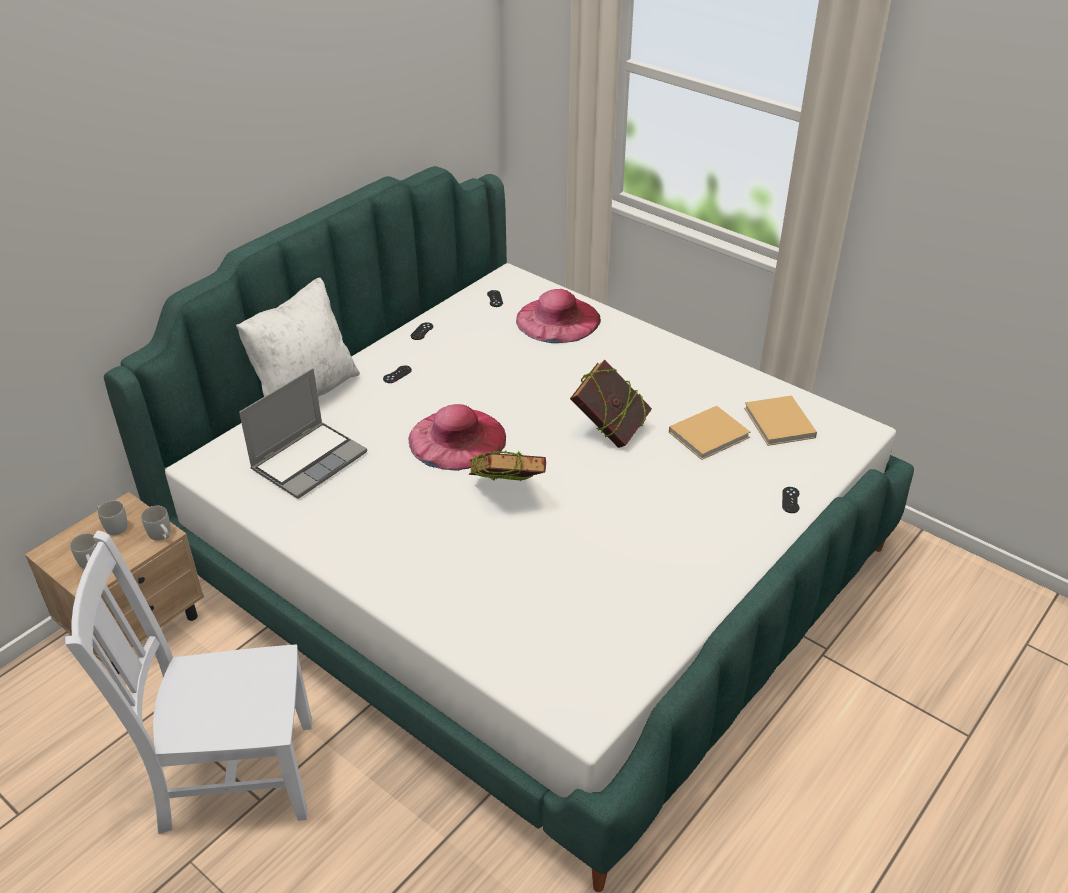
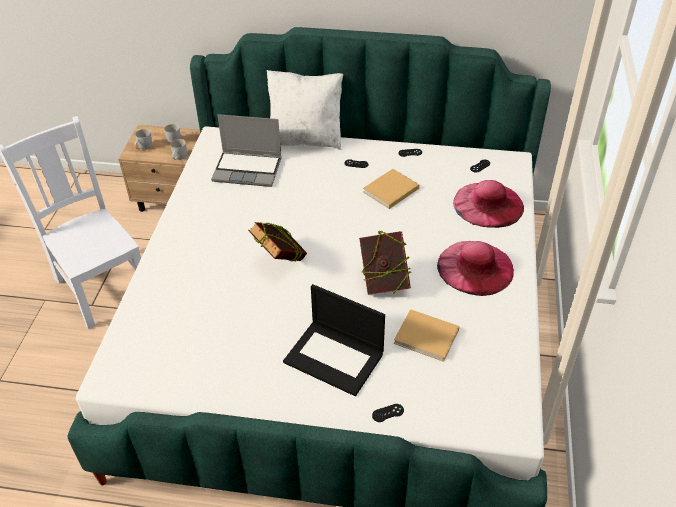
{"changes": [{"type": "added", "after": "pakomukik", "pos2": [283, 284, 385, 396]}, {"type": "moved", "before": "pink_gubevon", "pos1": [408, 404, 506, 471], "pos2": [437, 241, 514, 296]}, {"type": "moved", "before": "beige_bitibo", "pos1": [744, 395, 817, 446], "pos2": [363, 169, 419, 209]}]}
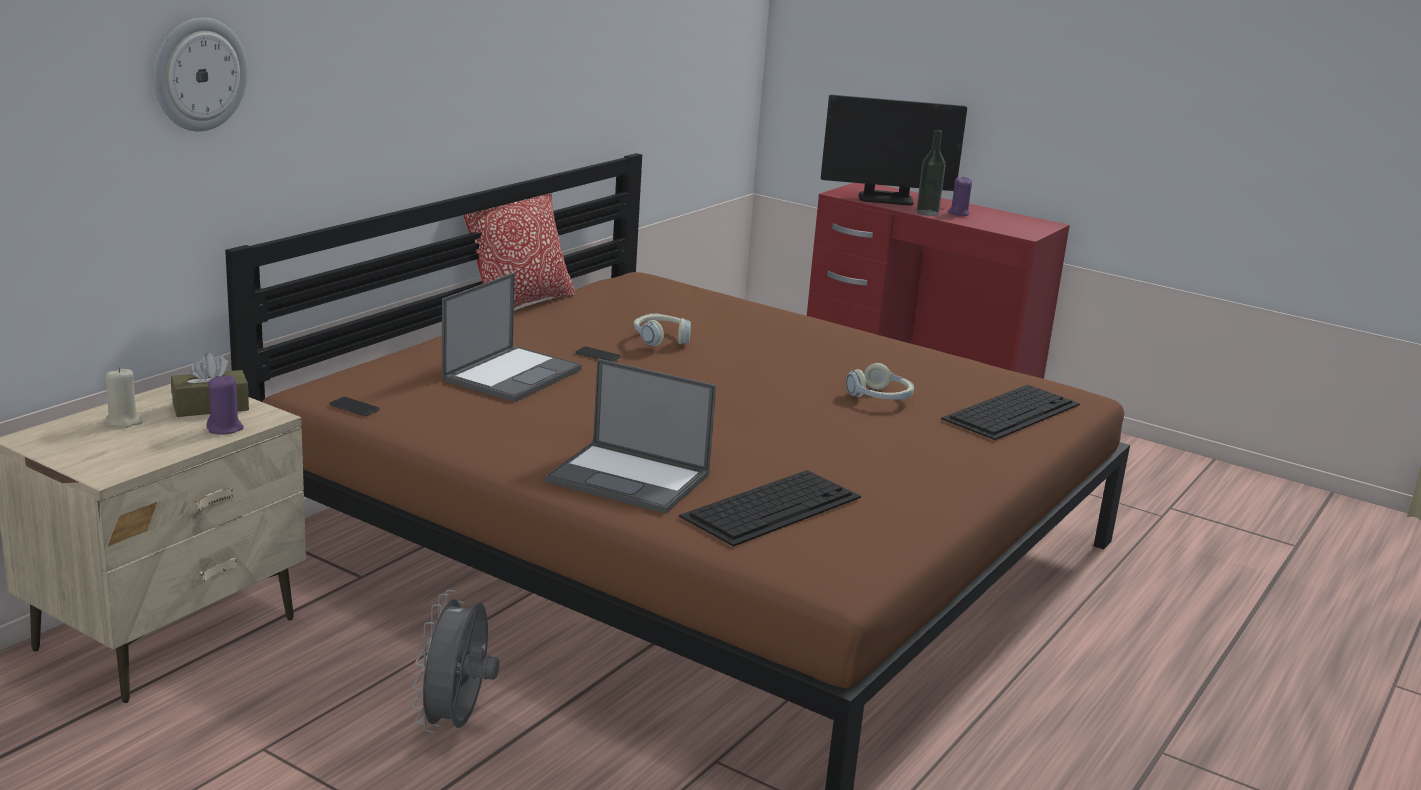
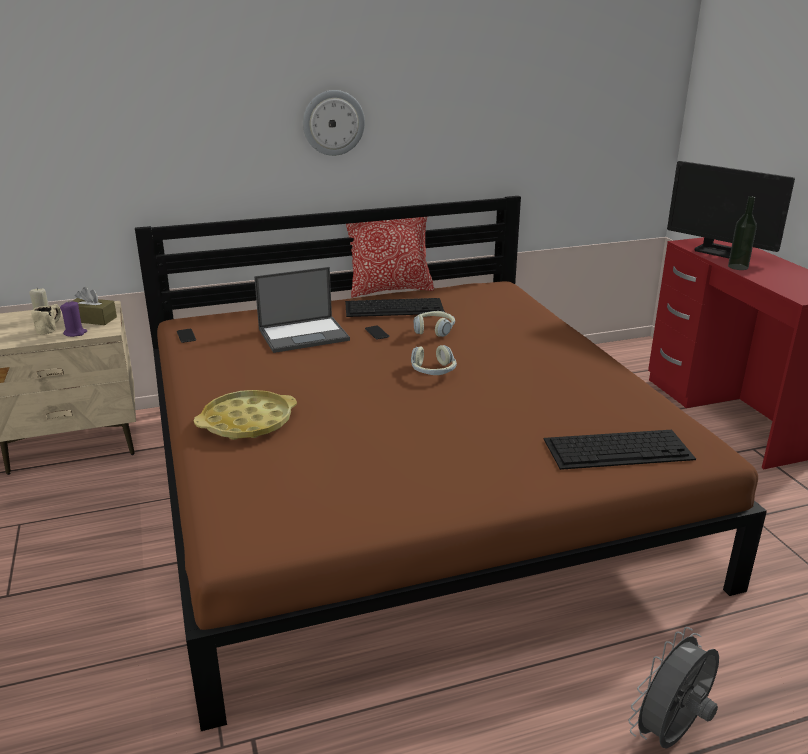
{"changes": [{"type": "removed", "before": "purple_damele", "pos1": [948, 177, 972, 216]}, {"type": "added", "after": "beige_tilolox", "pos2": [31, 304, 61, 335]}, {"type": "moved", "before": "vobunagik", "pos1": [153, 17, 248, 131], "pos2": [303, 90, 365, 156]}, {"type": "moved", "before": "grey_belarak", "pos1": [413, 590, 500, 733], "pos2": [628, 627, 719, 749]}, {"type": "moved", "before": "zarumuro", "pos1": [679, 470, 861, 547], "pos2": [345, 298, 445, 317]}, {"type": "moved", "before": "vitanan", "pos1": [846, 363, 914, 399], "pos2": [411, 345, 457, 375]}, {"type": "replaced", "before": "pakomukik", "after": "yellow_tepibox", "pos1": [545, 359, 716, 514], "pos2": [194, 390, 297, 440]}]}
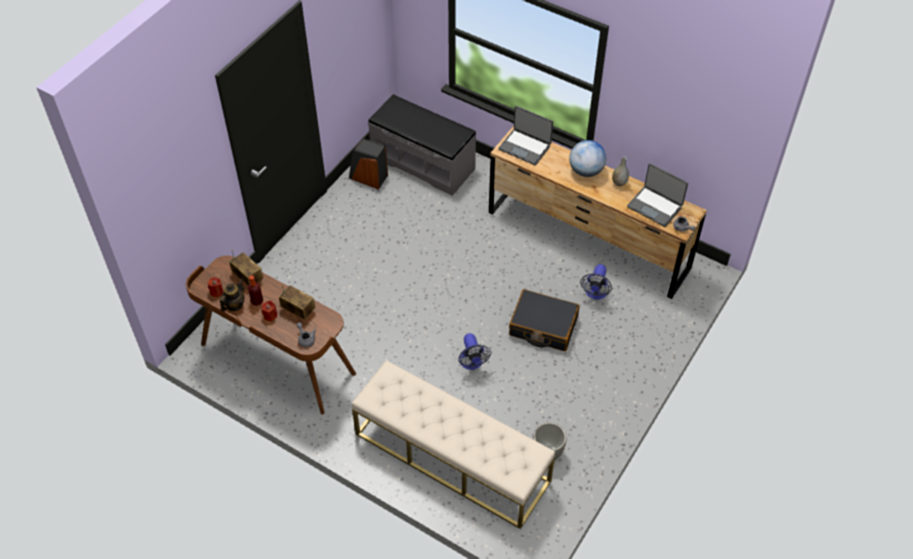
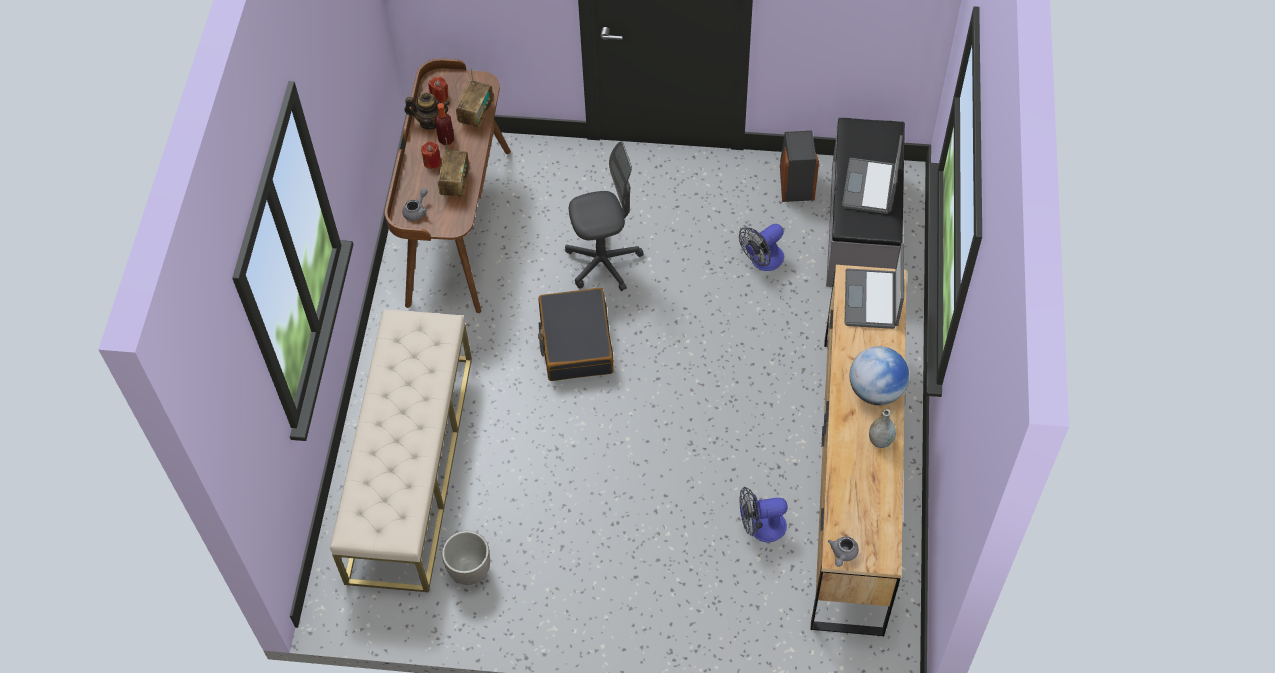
{"changes": [{"type": "added", "after": "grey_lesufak", "pos2": [565, 141, 643, 291]}, {"type": "moved", "before": "belarak", "pos1": [458, 333, 491, 370], "pos2": [739, 224, 784, 271]}, {"type": "moved", "before": "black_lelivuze", "pos1": [509, 289, 580, 351], "pos2": [538, 288, 613, 381]}, {"type": "moved", "before": "pakomukik", "pos1": [627, 163, 688, 227], "pos2": [842, 135, 903, 214]}]}
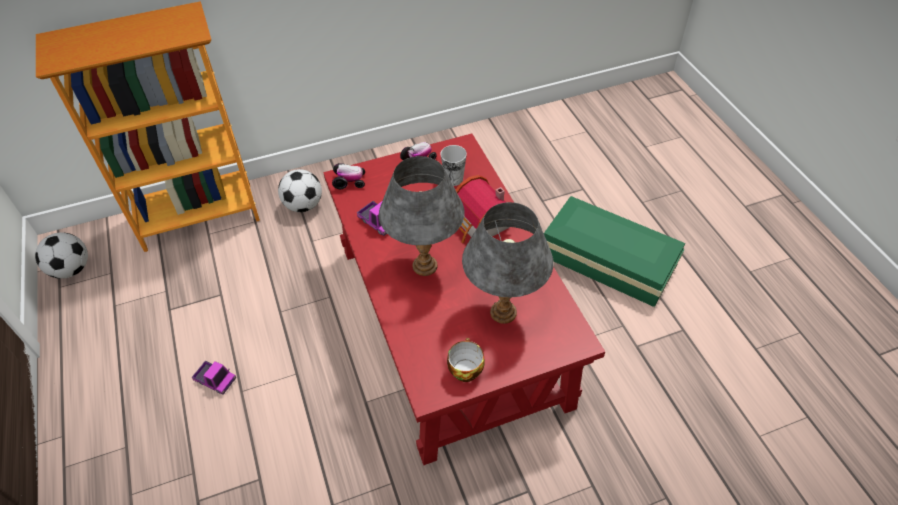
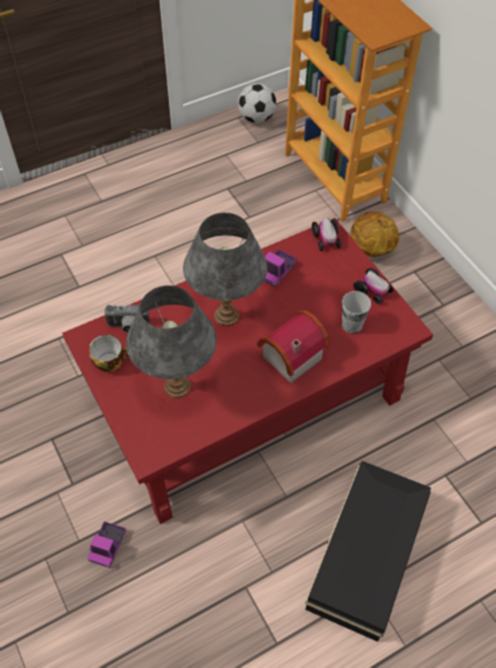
{"changes": [{"type": "added", "after": "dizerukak", "pos2": [104, 305, 150, 333]}, {"type": "moved", "before": "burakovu", "pos1": [192, 361, 236, 394], "pos2": [87, 521, 126, 568]}, {"type": "replaced", "before": "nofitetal", "after": "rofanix", "pos1": [278, 169, 322, 212], "pos2": [350, 211, 399, 257]}, {"type": "recoloured", "before": "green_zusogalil", "after": "black_zusogalil", "pos1": [544, 196, 685, 307], "pos2": [305, 461, 431, 642]}]}
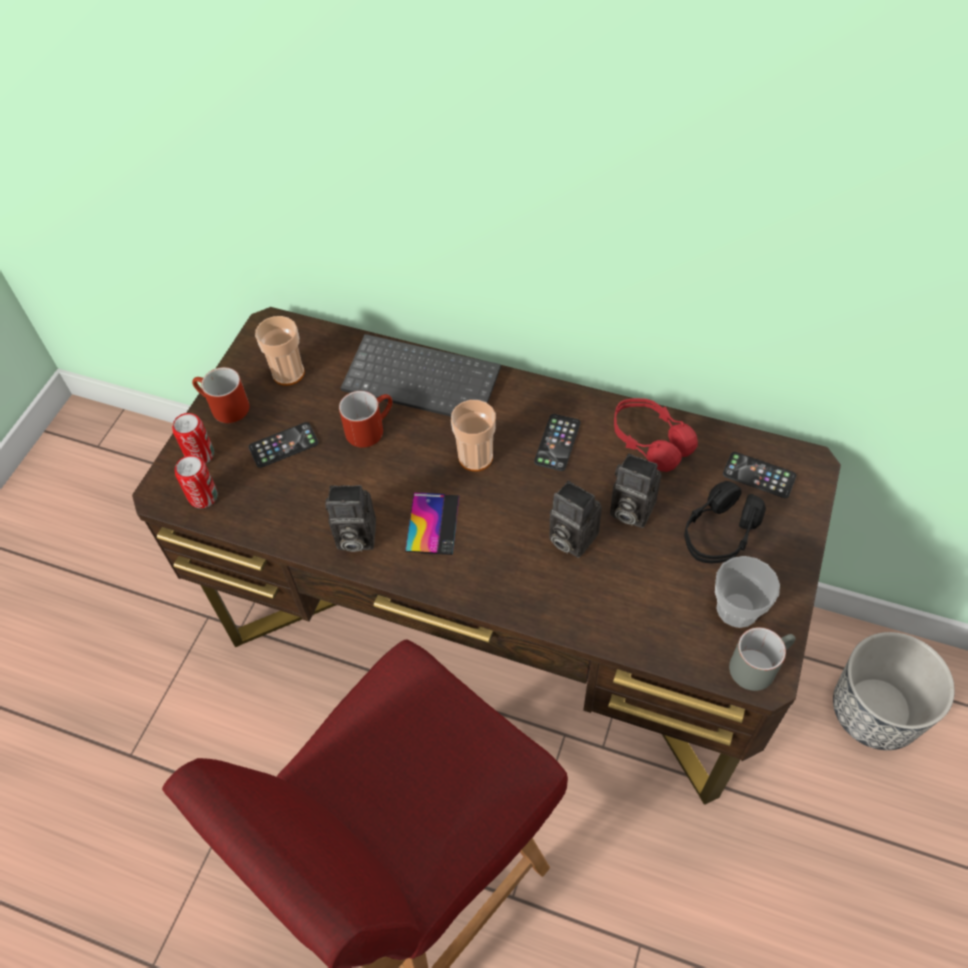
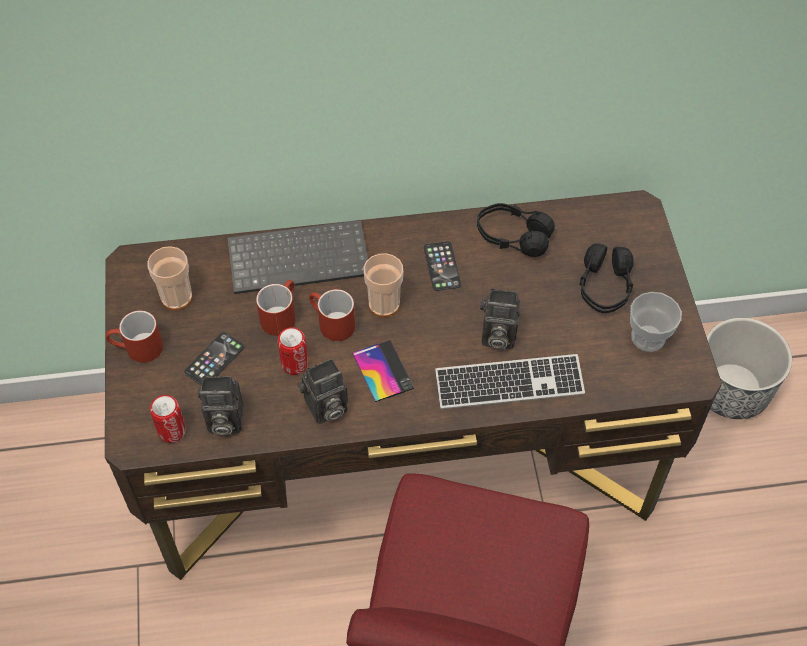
{"changes": [{"type": "removed", "before": "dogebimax", "pos1": [723, 452, 797, 498]}, {"type": "removed", "before": "grey_tilolox", "pos1": [729, 627, 795, 691]}, {"type": "added", "after": "red_tilolox", "pos2": [309, 289, 355, 341]}, {"type": "added", "after": "zarumuro", "pos2": [435, 354, 585, 409]}, {"type": "moved", "before": "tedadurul", "pos1": [172, 413, 214, 464], "pos2": [278, 327, 308, 375]}, {"type": "moved", "before": "dizerukak", "pos1": [610, 453, 661, 528], "pos2": [198, 376, 243, 435]}, {"type": "recoloured", "before": "red_vitanan", "after": "black_vitanan", "pos1": [614, 398, 698, 472], "pos2": [477, 203, 555, 257]}]}
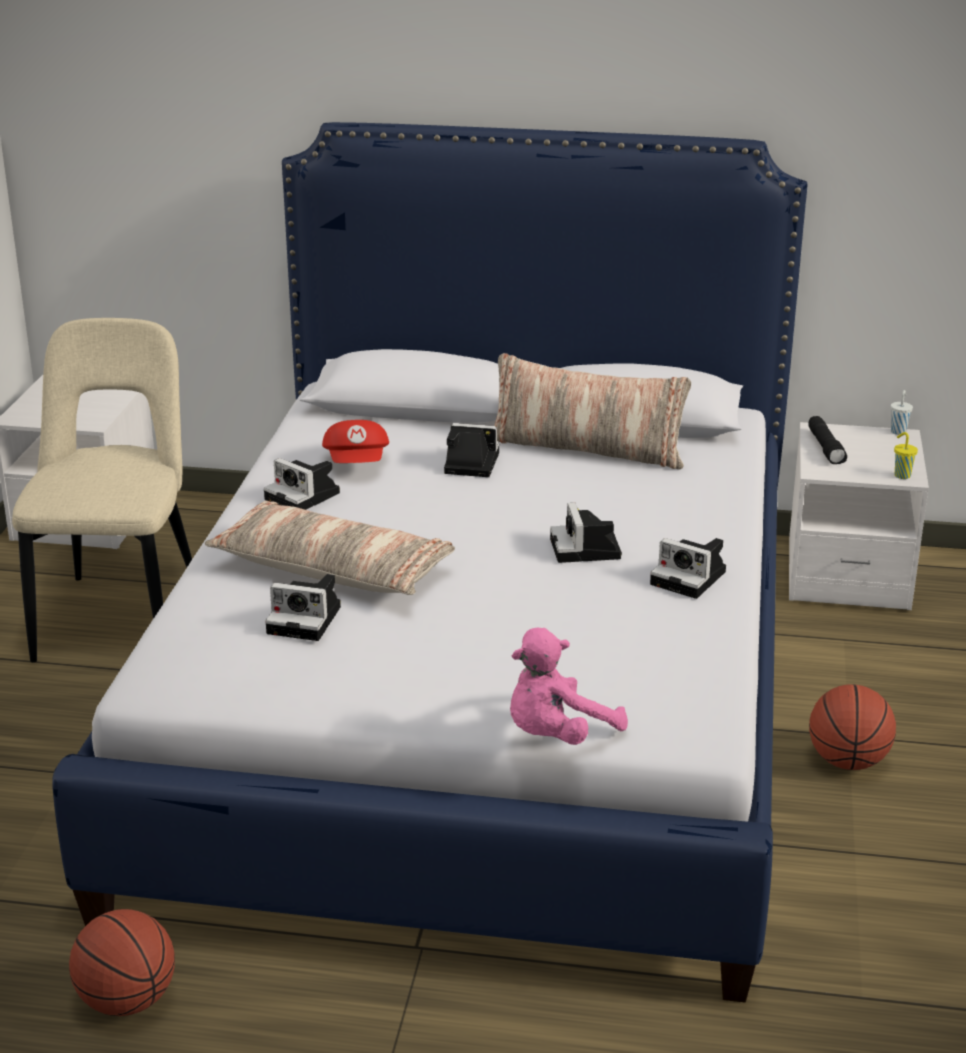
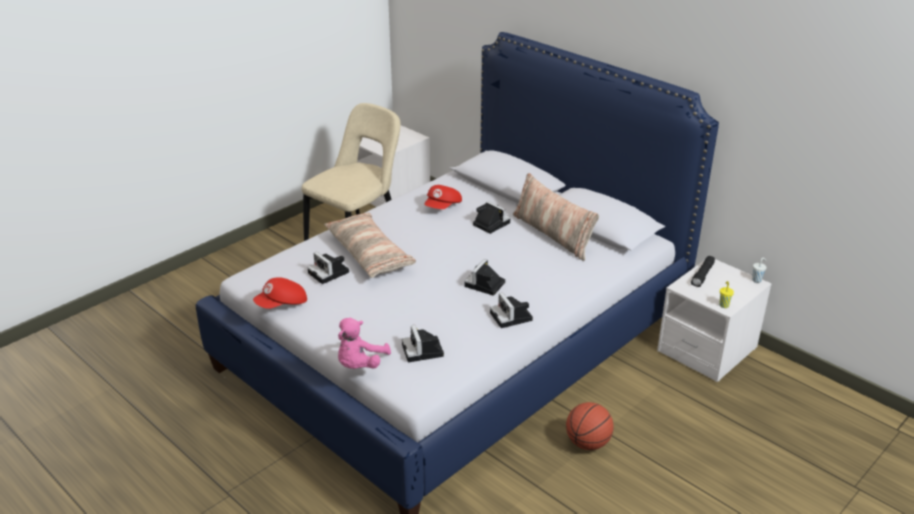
{"changes": [{"type": "removed", "before": "rofanix", "pos1": [69, 909, 175, 1016]}, {"type": "added", "after": "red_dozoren", "pos2": [253, 277, 307, 309]}, {"type": "moved", "before": "dizerukak", "pos1": [264, 458, 340, 510], "pos2": [402, 325, 444, 362]}, {"type": "turned", "before": "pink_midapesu", "pos1": [510, 628, 628, 745], "pos2": [338, 318, 391, 369], "turn": -60}]}
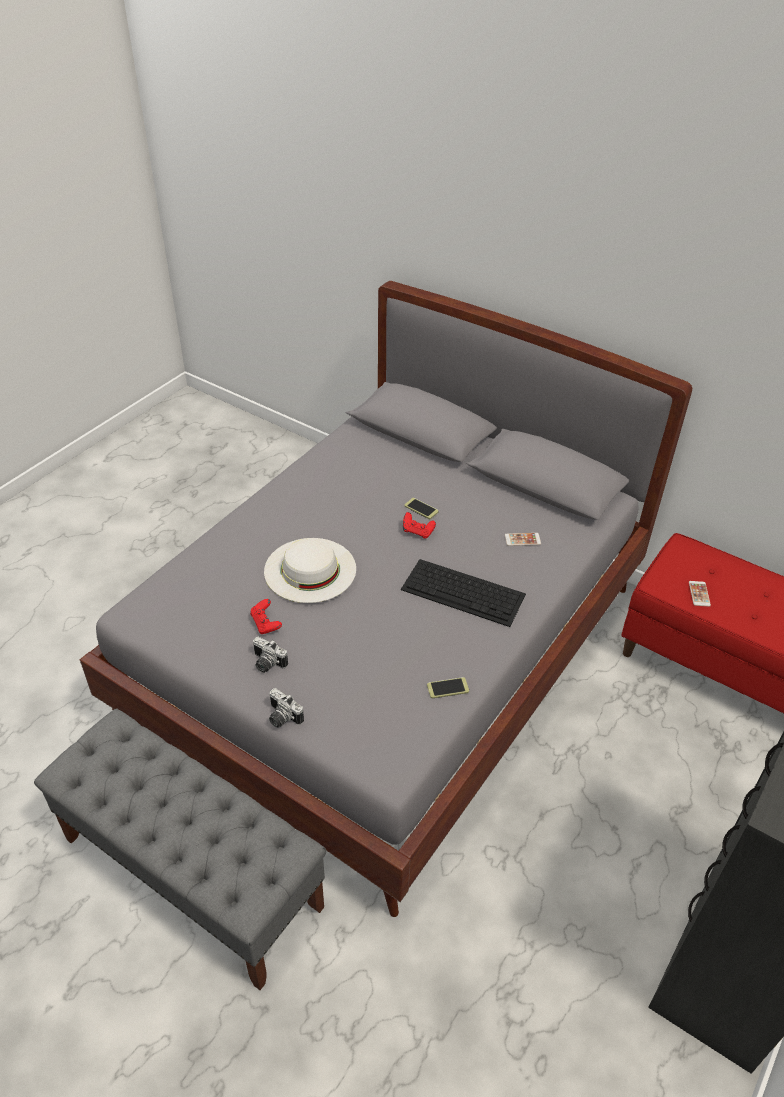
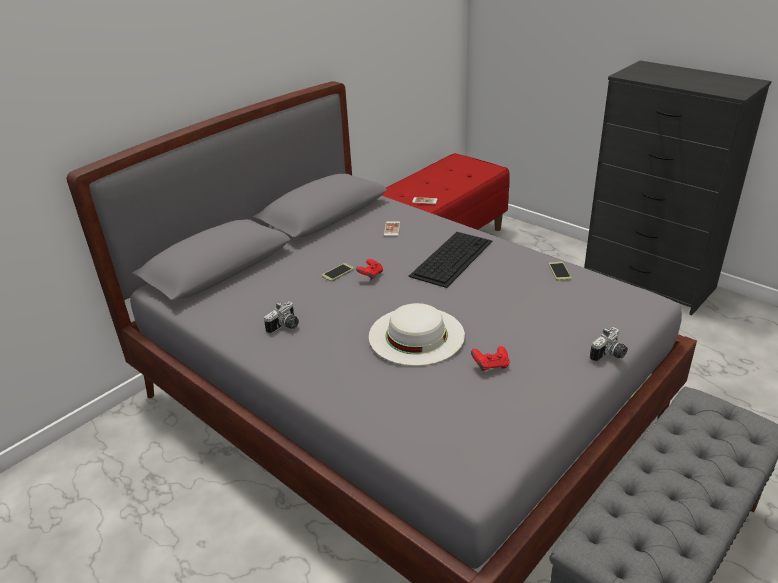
{"changes": [{"type": "moved", "before": "dizerukak", "pos1": [252, 637, 288, 673], "pos2": [264, 301, 299, 334]}]}
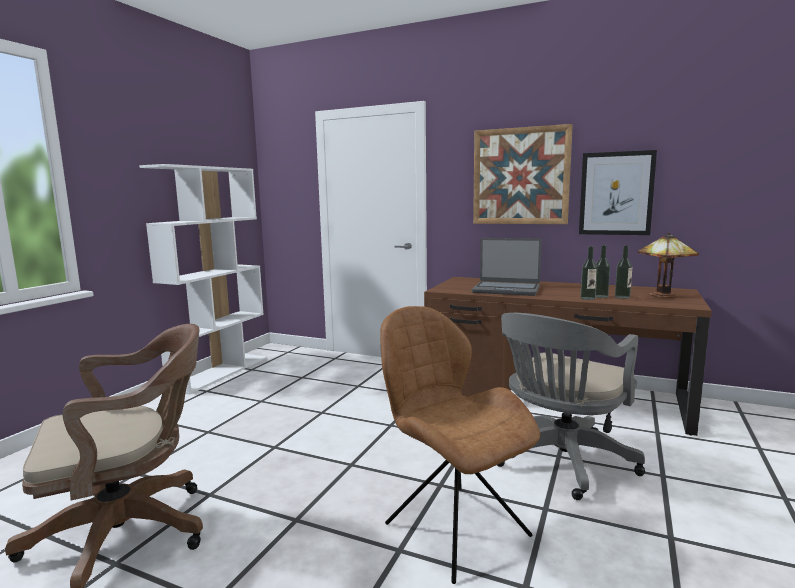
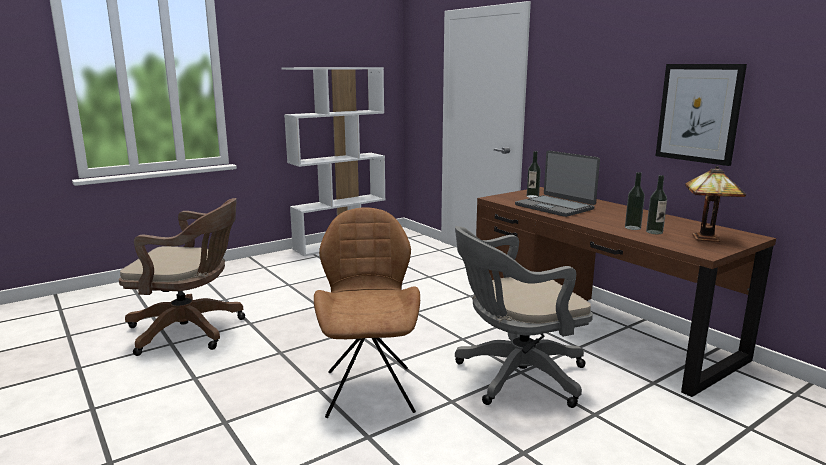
{"changes": [{"type": "removed", "before": "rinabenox", "pos1": [473, 124, 573, 224]}, {"type": "moved", "before": "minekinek", "pos1": [580, 246, 597, 300], "pos2": [527, 151, 541, 198]}]}
